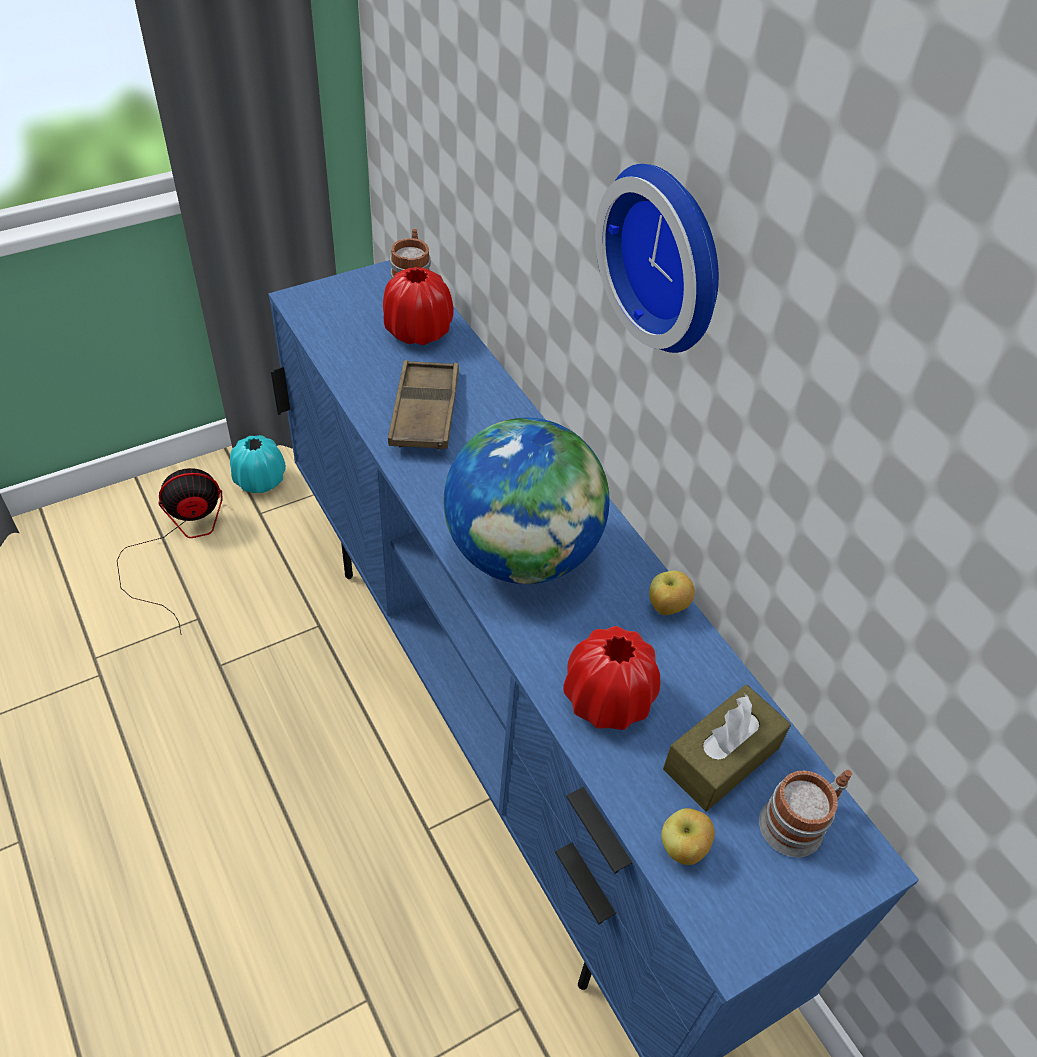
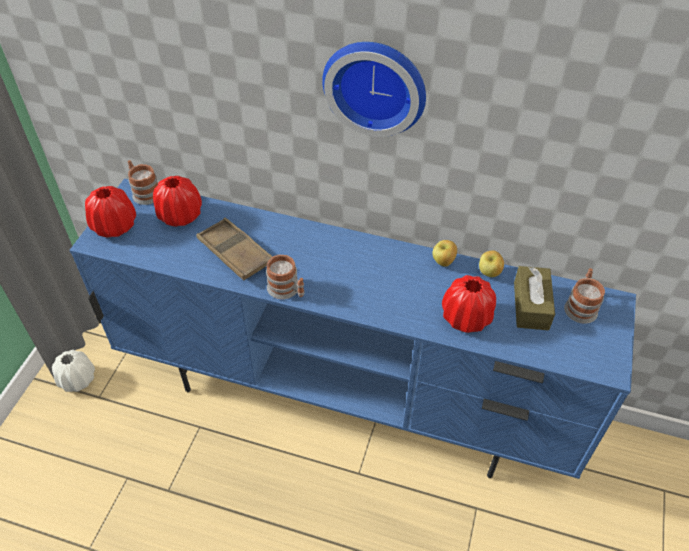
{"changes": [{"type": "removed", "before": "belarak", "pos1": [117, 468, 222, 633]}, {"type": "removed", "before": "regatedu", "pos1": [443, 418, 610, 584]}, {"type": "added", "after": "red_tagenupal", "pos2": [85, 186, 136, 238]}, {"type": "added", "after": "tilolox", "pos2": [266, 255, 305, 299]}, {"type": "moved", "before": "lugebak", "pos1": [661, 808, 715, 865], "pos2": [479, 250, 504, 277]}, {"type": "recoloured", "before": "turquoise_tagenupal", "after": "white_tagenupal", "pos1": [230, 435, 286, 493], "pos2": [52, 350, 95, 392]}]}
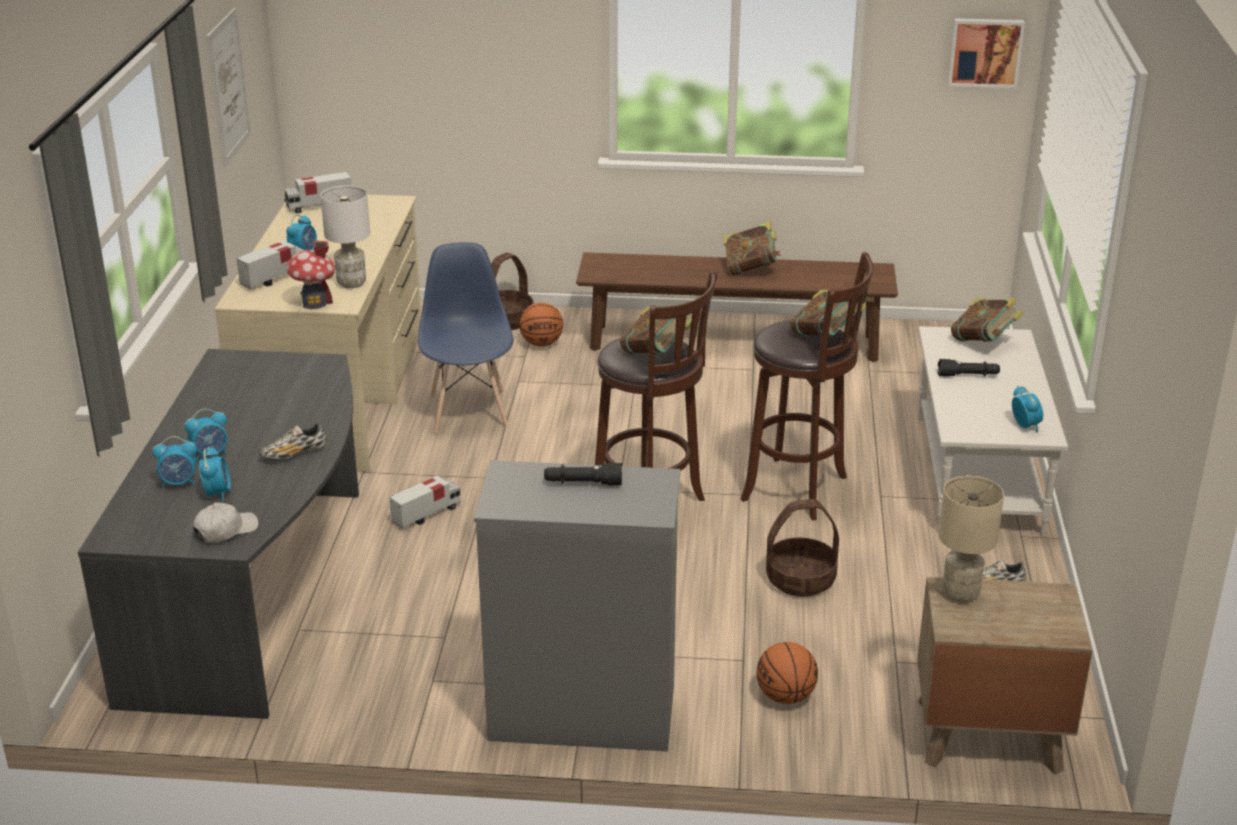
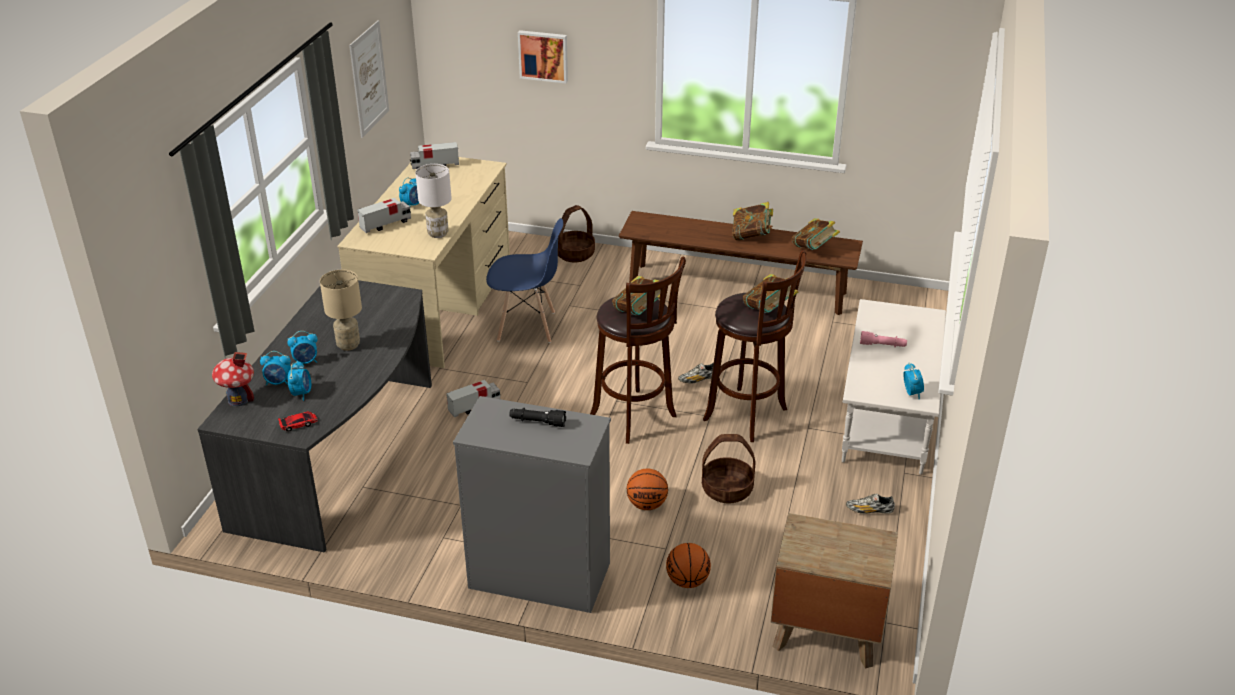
{"changes": [{"type": "moved", "before": "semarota", "pos1": [259, 423, 326, 459], "pos2": [678, 362, 714, 383]}, {"type": "moved", "before": "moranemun", "pos1": [286, 241, 335, 309], "pos2": [212, 352, 254, 406]}, {"type": "moved", "before": "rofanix", "pos1": [519, 303, 563, 347], "pos2": [627, 469, 668, 510]}, {"type": "moved", "before": "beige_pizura", "pos1": [939, 475, 1004, 603], "pos2": [320, 270, 362, 351]}, {"type": "moved", "before": "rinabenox", "pos1": [948, 18, 1025, 88], "pos2": [518, 30, 568, 83]}, {"type": "moved", "before": "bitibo", "pos1": [951, 298, 1024, 342], "pos2": [792, 218, 840, 250]}, {"type": "replaced", "before": "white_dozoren", "after": "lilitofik", "pos1": [193, 503, 258, 543], "pos2": [278, 411, 318, 432]}, {"type": "recoloured", "before": "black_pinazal", "after": "pink_pinazal", "pos1": [938, 359, 1000, 376], "pos2": [860, 331, 907, 348]}, {"type": "turned", "before": "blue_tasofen", "pos1": [418, 242, 513, 434], "pos2": [486, 218, 563, 343], "turn": 90}]}
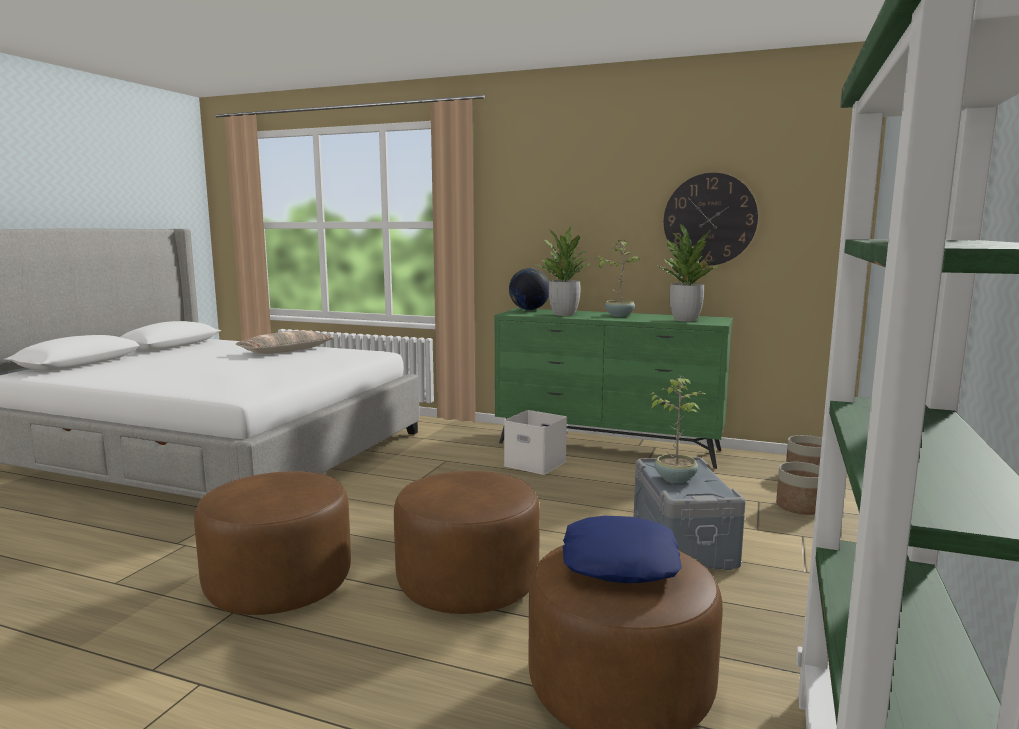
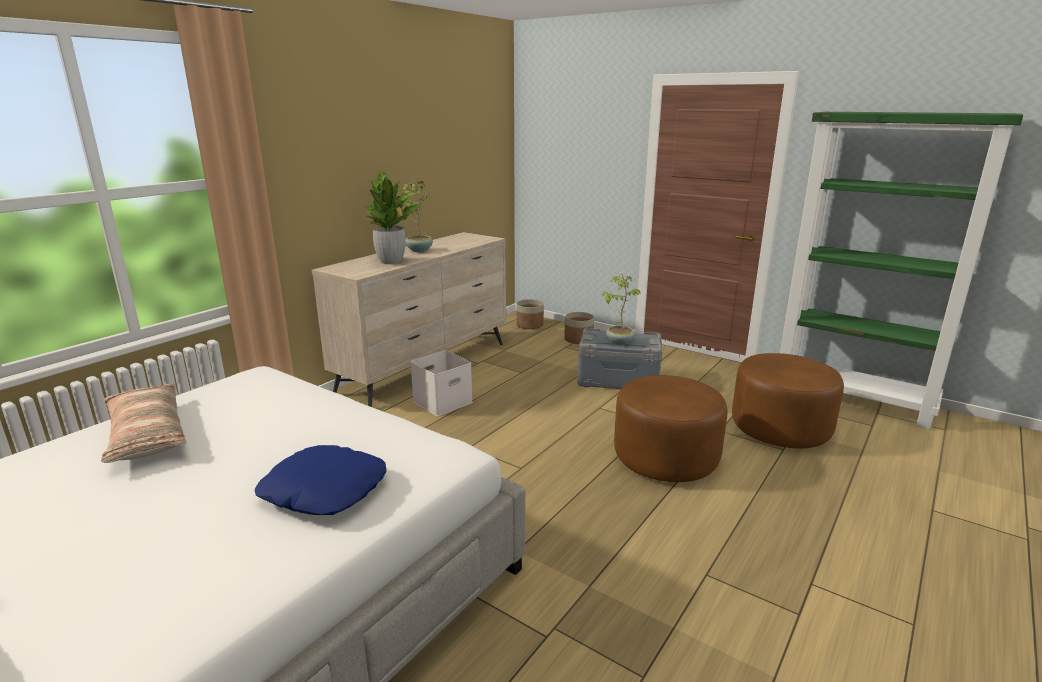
{"changes": [{"type": "removed", "before": "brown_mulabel", "pos1": [194, 471, 351, 615]}, {"type": "removed", "before": "regatedu", "pos1": [509, 268, 549, 310]}, {"type": "removed", "before": "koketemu", "pos1": [657, 224, 718, 322]}, {"type": "removed", "before": "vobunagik", "pos1": [664, 173, 758, 266]}, {"type": "moved", "before": "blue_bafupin", "pos1": [562, 516, 682, 583], "pos2": [255, 445, 386, 515]}, {"type": "recoloured", "before": "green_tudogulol", "after": "beige_tudogulol", "pos1": [494, 308, 733, 469], "pos2": [312, 232, 506, 407]}]}
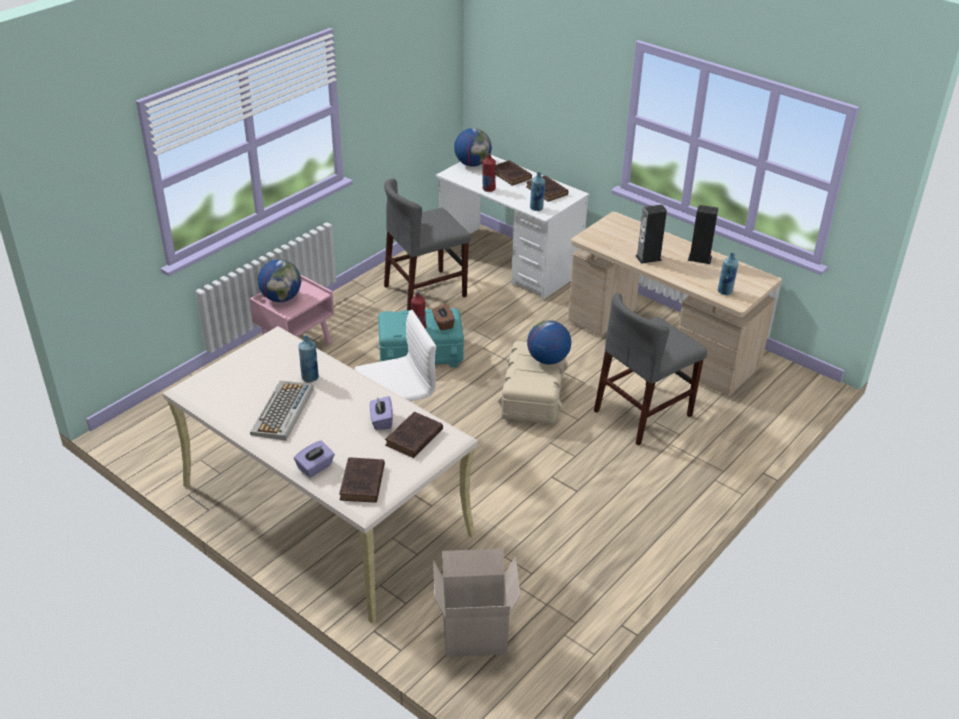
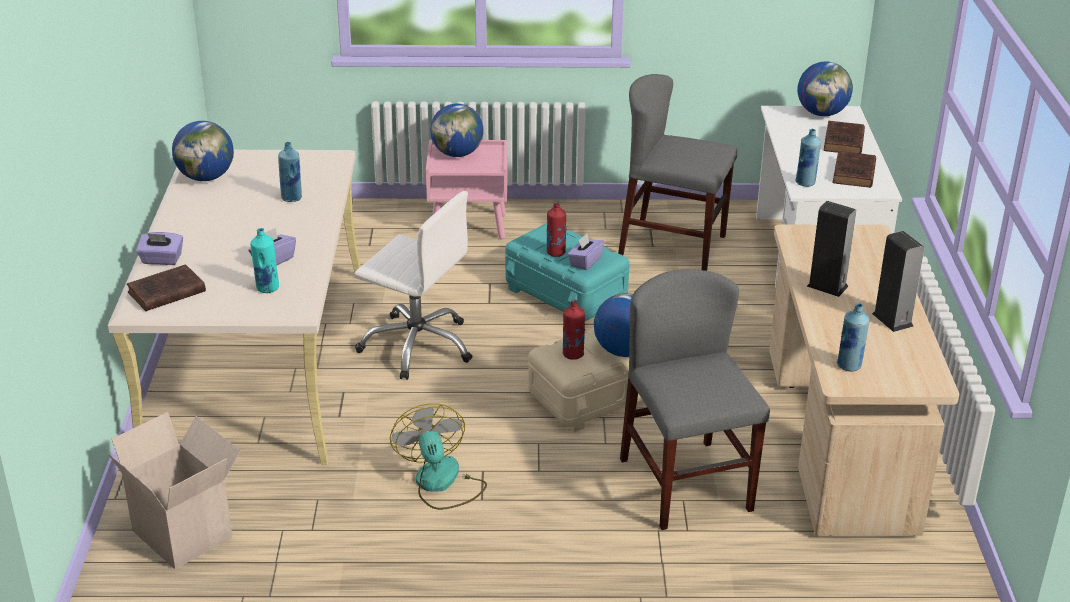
{"changes": [{"type": "removed", "before": "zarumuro", "pos1": [250, 381, 314, 441]}, {"type": "added", "after": "regatedu", "pos2": [172, 121, 234, 181]}, {"type": "added", "after": "belarak", "pos2": [390, 403, 487, 510]}, {"type": "moved", "before": "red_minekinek", "pos1": [483, 153, 496, 192], "pos2": [563, 299, 585, 360]}, {"type": "replaced", "before": "brown_bitibo", "after": "turquoise_minekinek", "pos1": [385, 412, 443, 458], "pos2": [250, 228, 279, 293]}, {"type": "recoloured", "before": "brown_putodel", "after": "purple_putodel", "pos1": [432, 304, 455, 330], "pos2": [567, 234, 604, 270]}, {"type": "turned", "before": "grey_tasofen", "pos1": [594, 293, 707, 445], "pos2": [620, 269, 770, 530], "turn": 60}]}
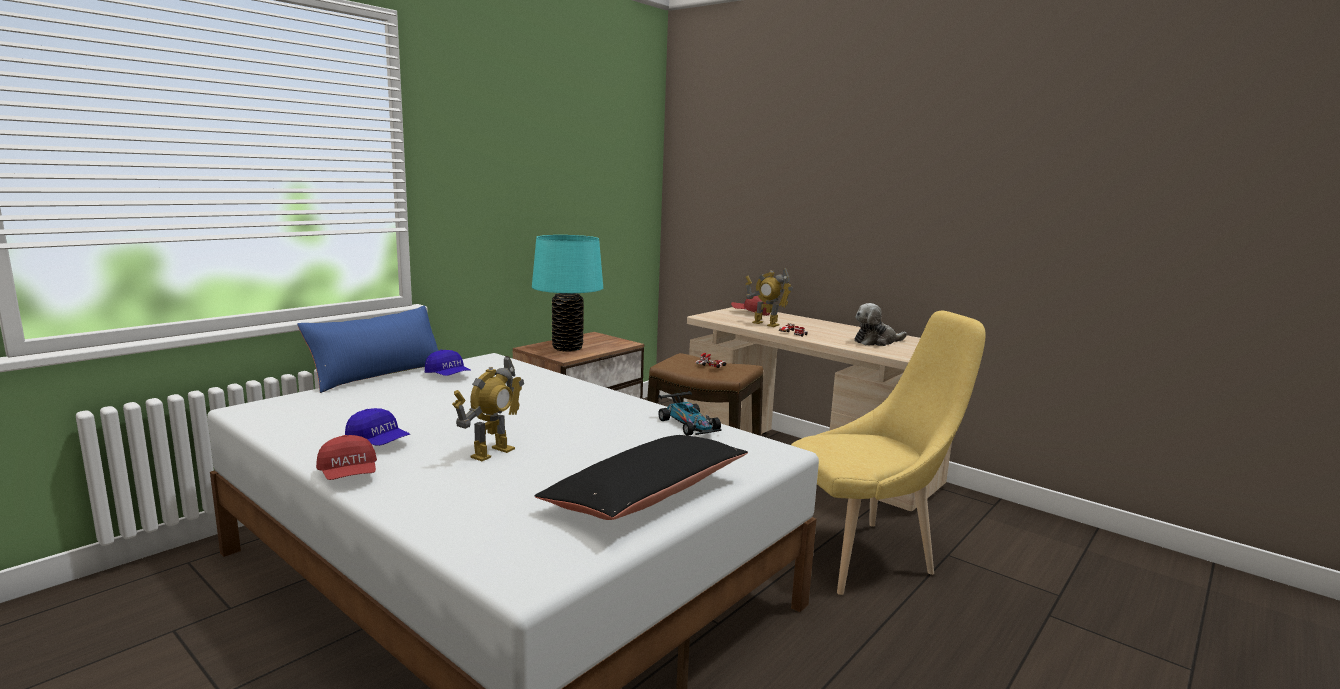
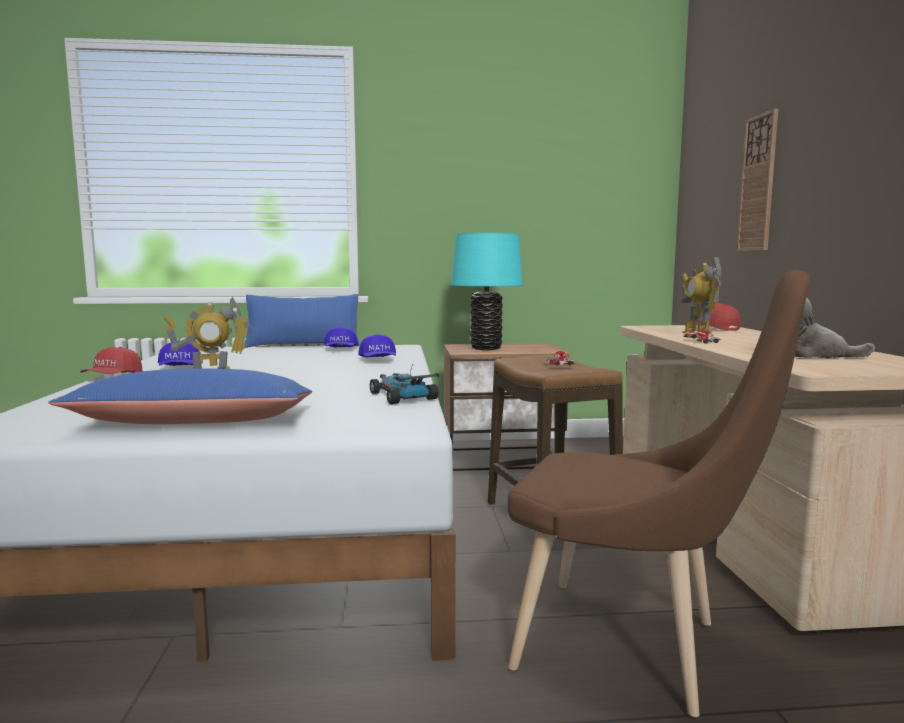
{"changes": [{"type": "added", "after": "blue_dozoren", "pos2": [358, 334, 396, 358]}, {"type": "added", "after": "vobunagik", "pos2": [737, 109, 778, 251]}, {"type": "recoloured", "before": "black_bafupin", "after": "blue_bafupin", "pos1": [535, 435, 748, 520], "pos2": [48, 368, 312, 424]}, {"type": "recoloured", "before": "yellow_tasofen", "after": "brown_tasofen", "pos1": [791, 311, 986, 595], "pos2": [508, 270, 810, 717]}, {"type": "turned", "before": "lilitofik", "pos1": [658, 390, 721, 436], "pos2": [370, 365, 440, 404], "turn": 135}]}
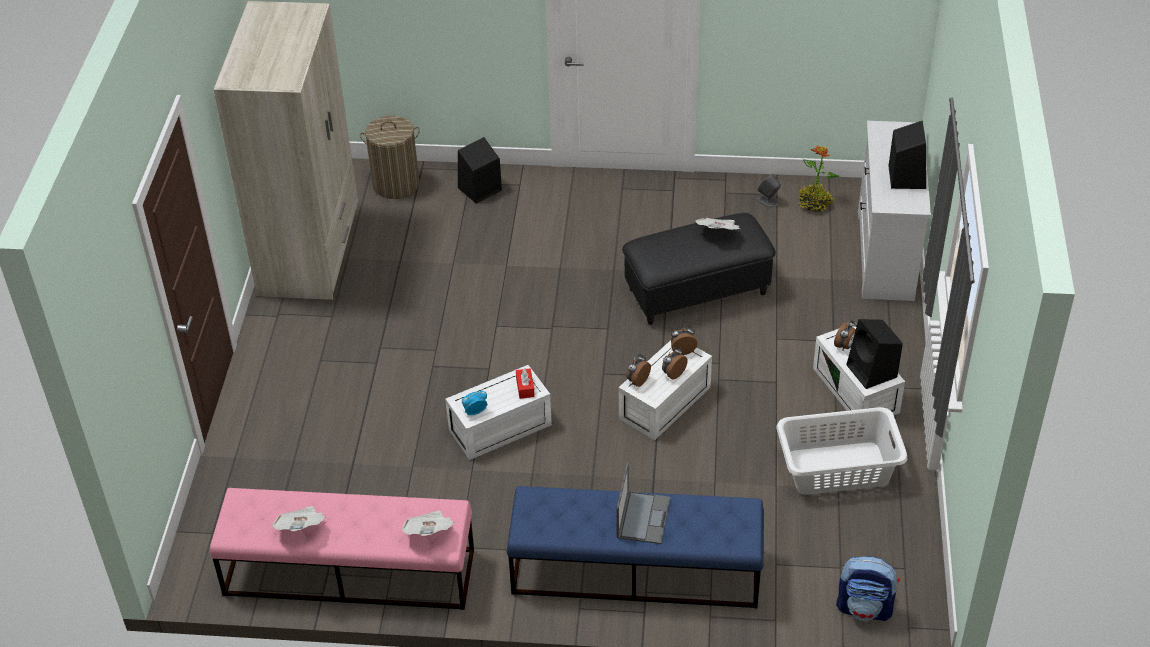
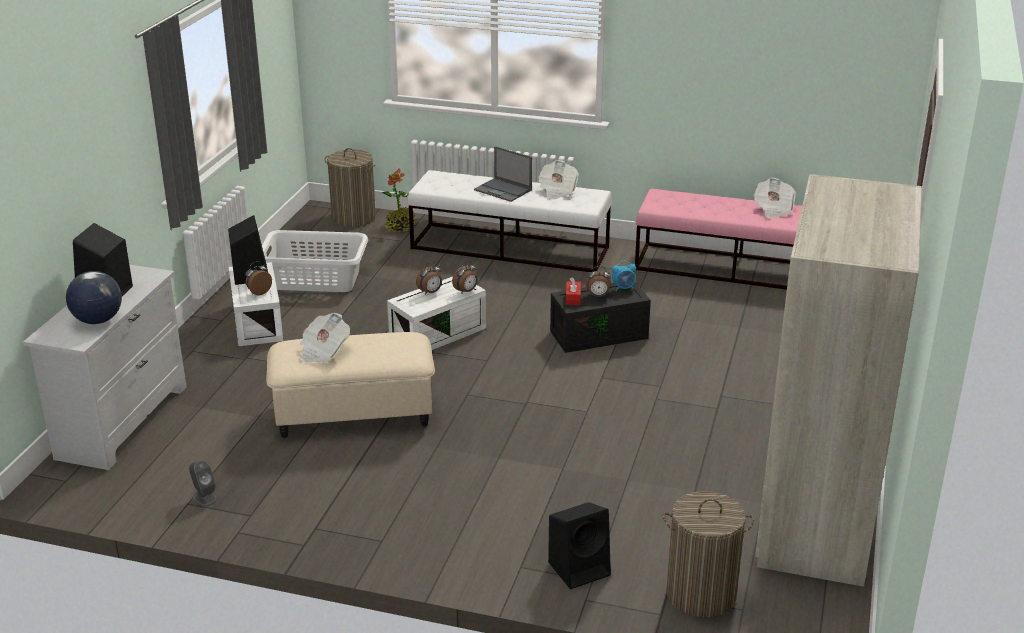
{"changes": [{"type": "added", "after": "regatedu", "pos2": [66, 271, 122, 324]}, {"type": "moved", "before": "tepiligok", "pos1": [401, 511, 455, 536], "pos2": [538, 160, 579, 199]}, {"type": "moved", "before": "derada", "pos1": [671, 324, 697, 355], "pos2": [586, 266, 611, 297]}, {"type": "moved", "before": "koketemu", "pos1": [799, 145, 839, 212], "pos2": [381, 168, 417, 232]}, {"type": "replaced", "before": "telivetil", "after": "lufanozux", "pos1": [836, 557, 900, 621], "pos2": [325, 148, 376, 227]}, {"type": "recoloured", "before": "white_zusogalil", "after": "black_zusogalil", "pos1": [446, 365, 552, 460], "pos2": [550, 282, 651, 353]}, {"type": "recoloured", "before": "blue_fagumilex", "after": "white_fagumilex", "pos1": [506, 486, 764, 608], "pos2": [408, 170, 612, 272]}, {"type": "recoloured", "before": "black_mulabel", "after": "beige_mulabel", "pos1": [622, 213, 776, 325], "pos2": [266, 332, 435, 438]}, {"type": "turned", "before": "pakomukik", "pos1": [617, 462, 670, 544], "pos2": [474, 146, 532, 202], "turn": -75}]}
